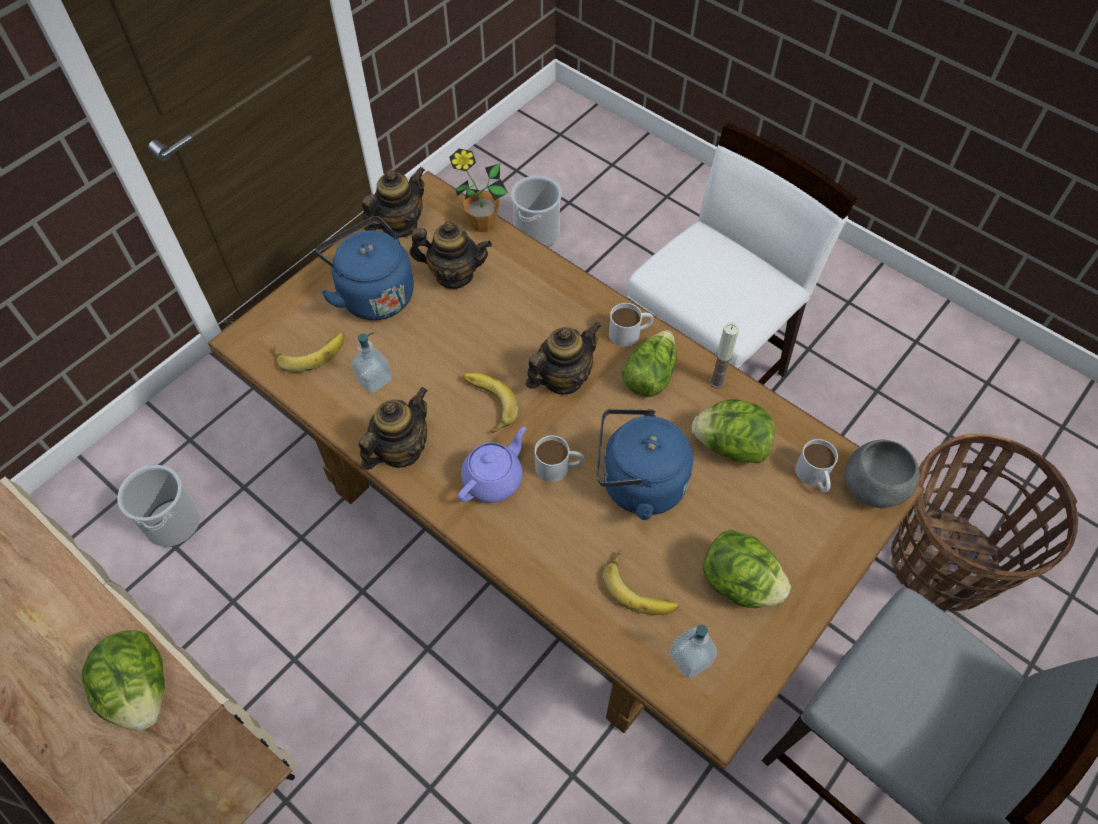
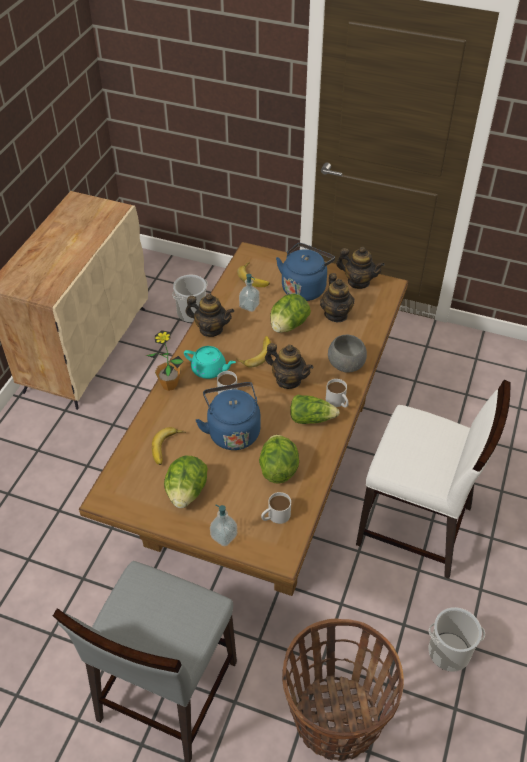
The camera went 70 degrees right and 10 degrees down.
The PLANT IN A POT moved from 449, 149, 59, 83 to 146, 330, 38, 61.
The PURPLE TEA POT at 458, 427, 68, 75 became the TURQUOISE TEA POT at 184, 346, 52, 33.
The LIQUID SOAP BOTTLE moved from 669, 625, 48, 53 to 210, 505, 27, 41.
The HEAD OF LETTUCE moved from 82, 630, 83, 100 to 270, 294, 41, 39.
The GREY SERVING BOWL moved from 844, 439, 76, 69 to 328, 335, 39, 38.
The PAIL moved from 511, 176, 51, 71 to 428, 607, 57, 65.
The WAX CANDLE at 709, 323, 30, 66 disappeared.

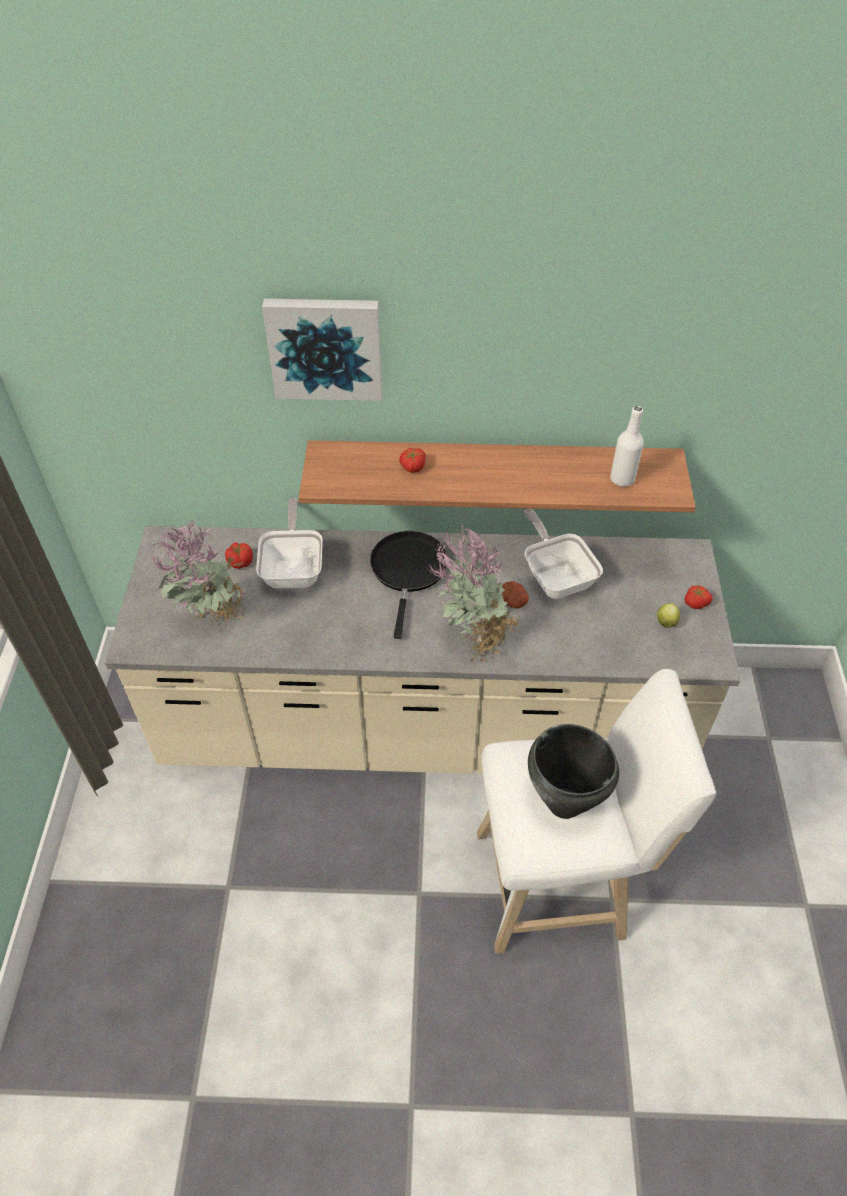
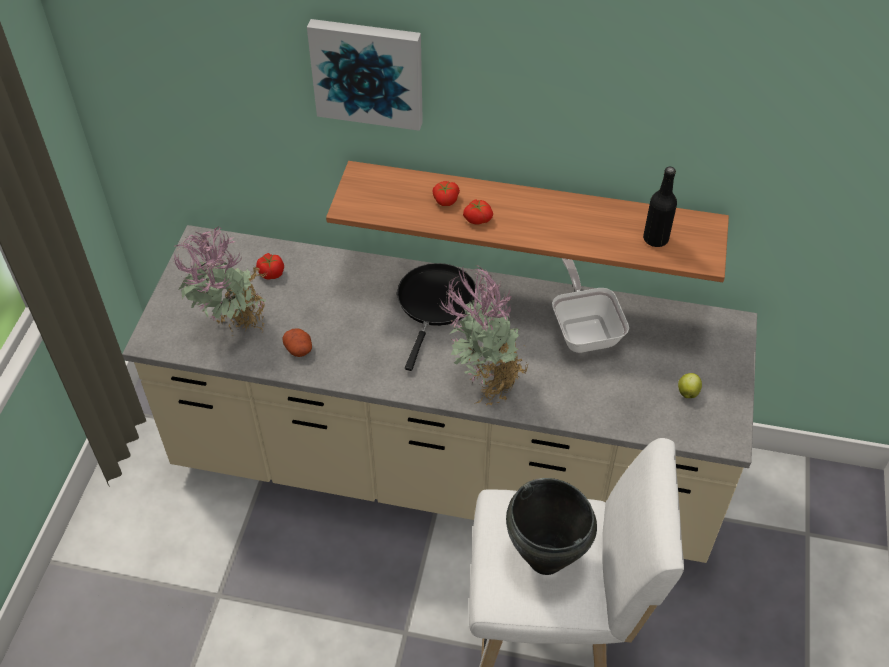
The camera went 10 degrees right and 0 degrees up.
The POTATO moved from 502, 581, 27, 27 to 282, 328, 30, 29.
The TOMATO moved from 685, 585, 27, 24 to 463, 199, 30, 26.
The WHITISH BOTTLE at 610, 406, 34, 81 became the BLACKISH BOTTLE at 643, 167, 34, 80.
The FRYING PAN at 256, 498, 67, 91 disappeared.

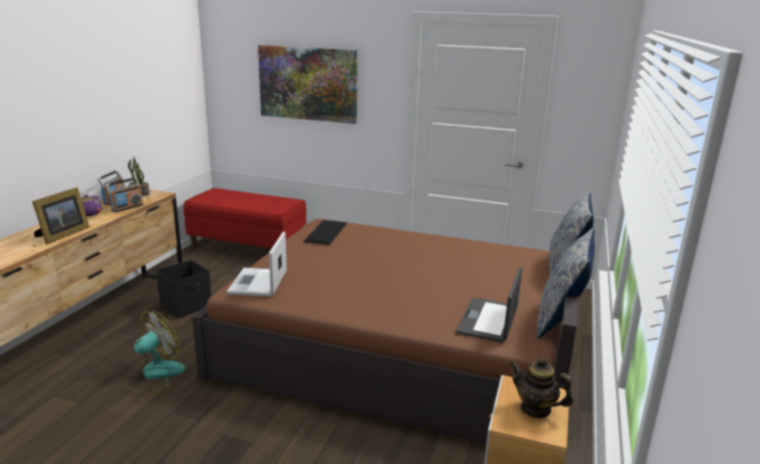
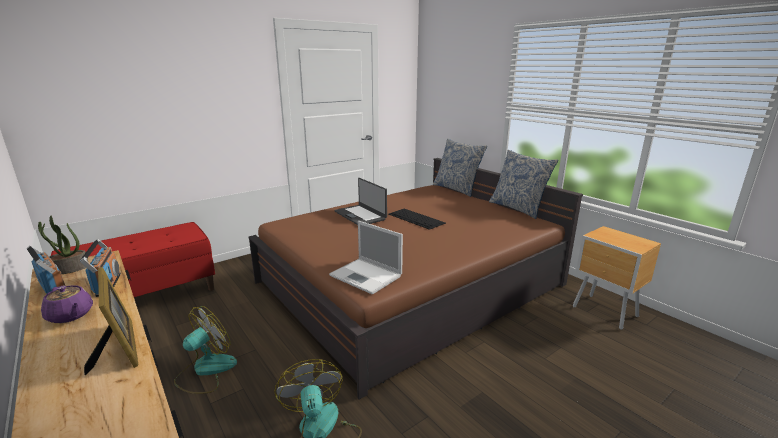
The camera went 55 degrees left and 0 degrees up.
The BLACKISH STORAGE BOX at 156, 260, 55, 59 was replaced by the ELECTRIC FAN at 174, 306, 63, 88.
The NOTEBOOK COMPUTER moved from 456, 266, 67, 77 to 334, 178, 53, 47.
The PC KEYBOARD moved from 303, 220, 44, 25 to 389, 209, 57, 21.
The PICTURE at 258, 45, 100, 79 disappeared.
The TEA POT at 510, 357, 63, 61 disappeared.

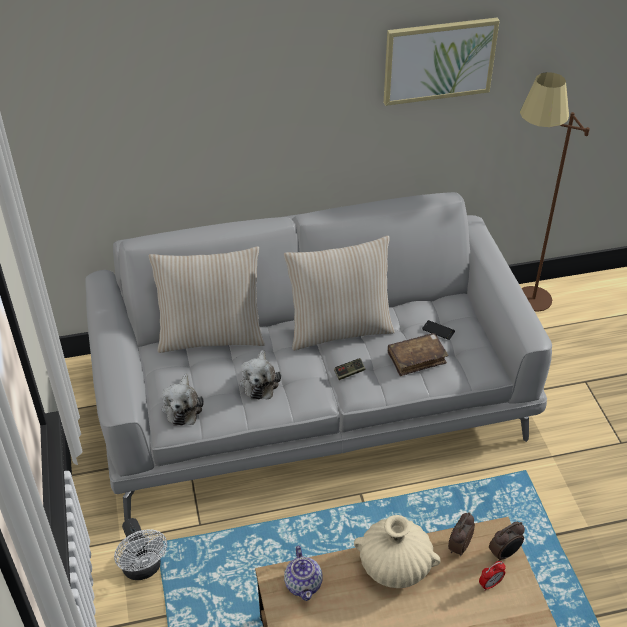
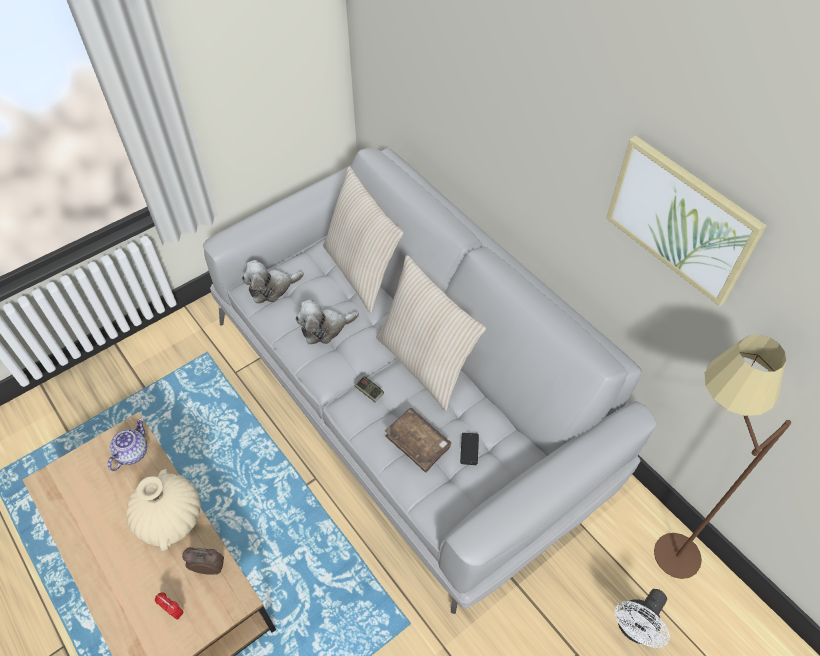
The camera went 65 degrees right and 10 degrees up.
The TEA POT at 284, 546, 38, 55 turned 150 degrees clockwise.
The WHITISH ELECTRIC FAN moved from 114, 518, 53, 62 to 614, 589, 56, 59.
The ALARM CLOCK at 489, 522, 36, 39 disappeared.

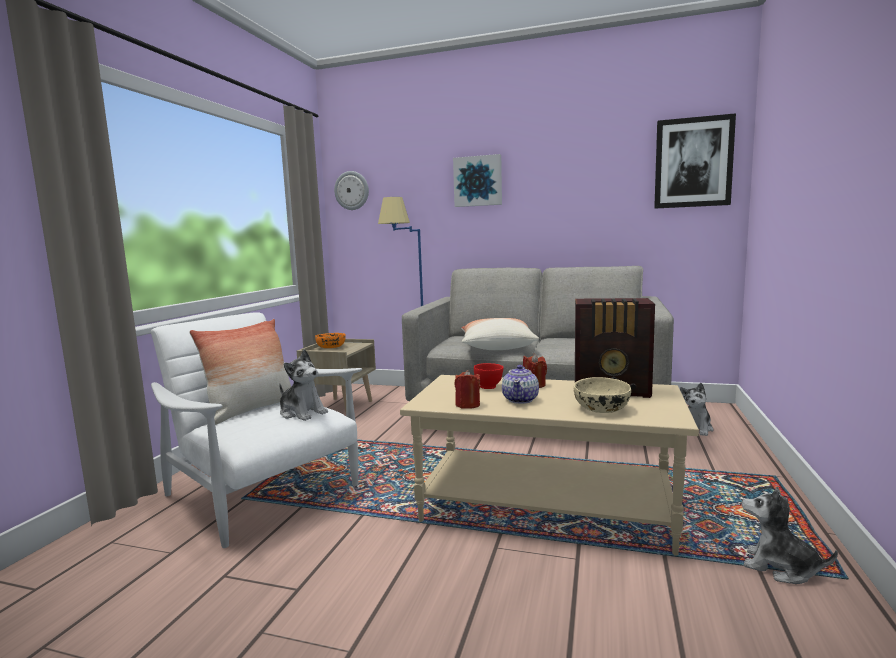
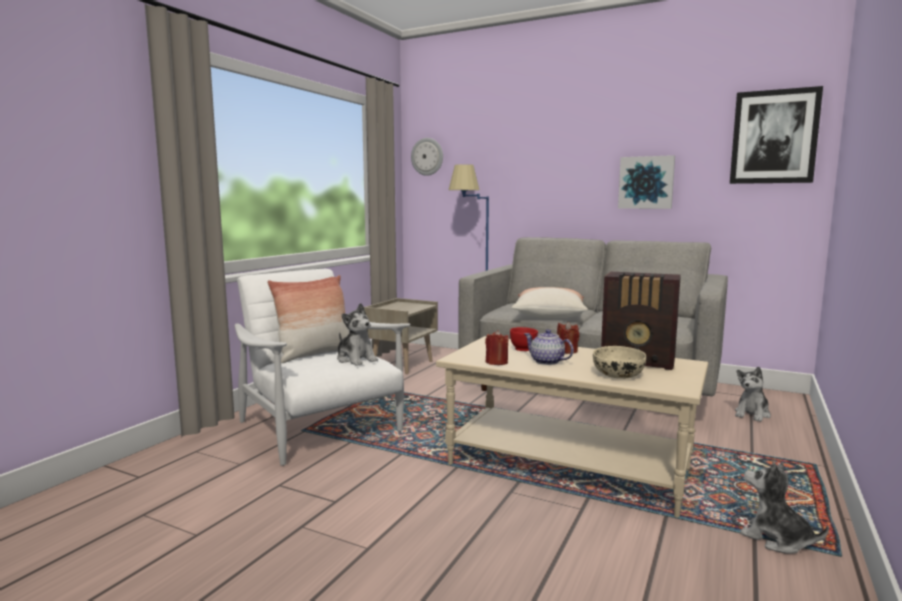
The camera went 10 degrees right and 0 degrees up.
The TEA POT at 502, 365, 37, 39 turned 105 degrees clockwise.
The PICTURE moved from 453, 154, 49, 53 to 618, 155, 57, 54.
The ORANGE-COLOURED SERVING BOWL at 315, 333, 31, 15 disappeared.

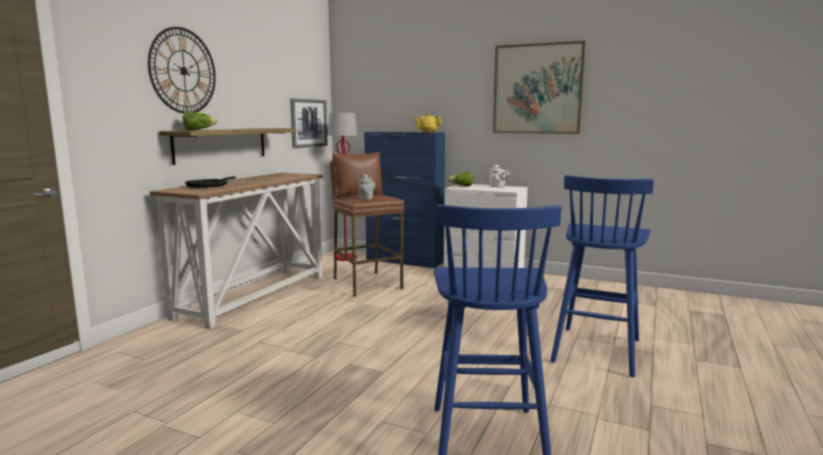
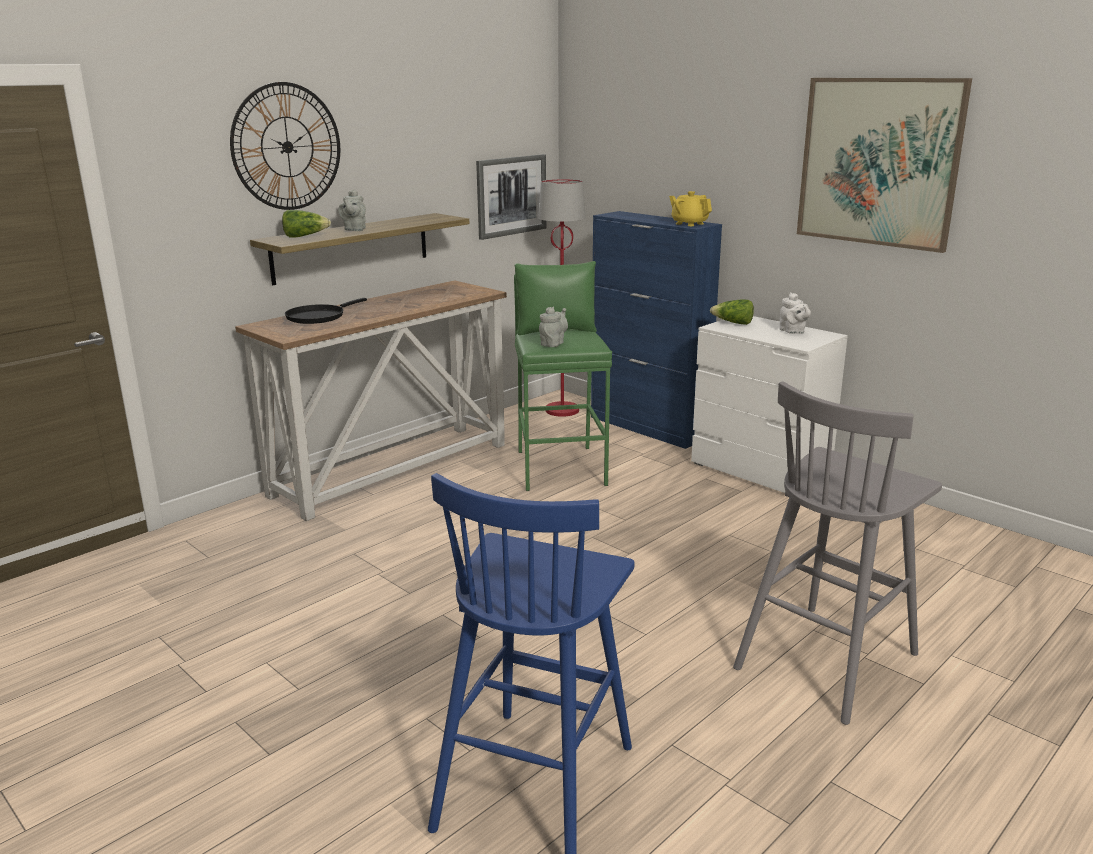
The camera went 20 degrees right and 10 degrees up.
The GREY TEA POT at 338, 189, 28, 42 appeared.
The BROWN STOOL SEAT at 330, 152, 74, 145 became the GREEN STOOL SEAT at 514, 261, 98, 230.
The BLUISH STOOL SEAT at 550, 175, 104, 202 became the GREY STOOL SEAT at 733, 381, 209, 344.

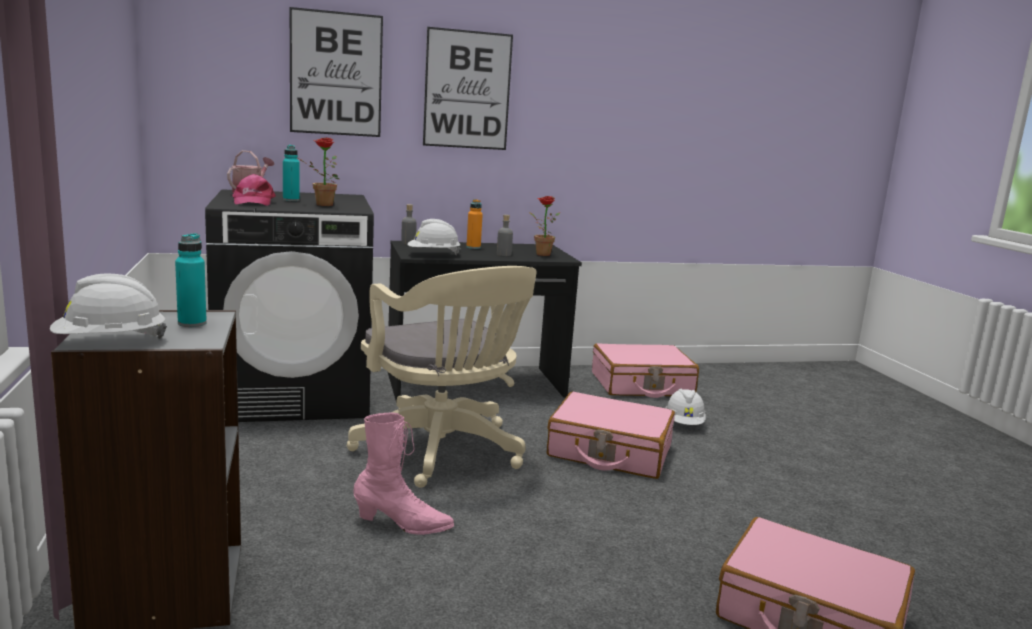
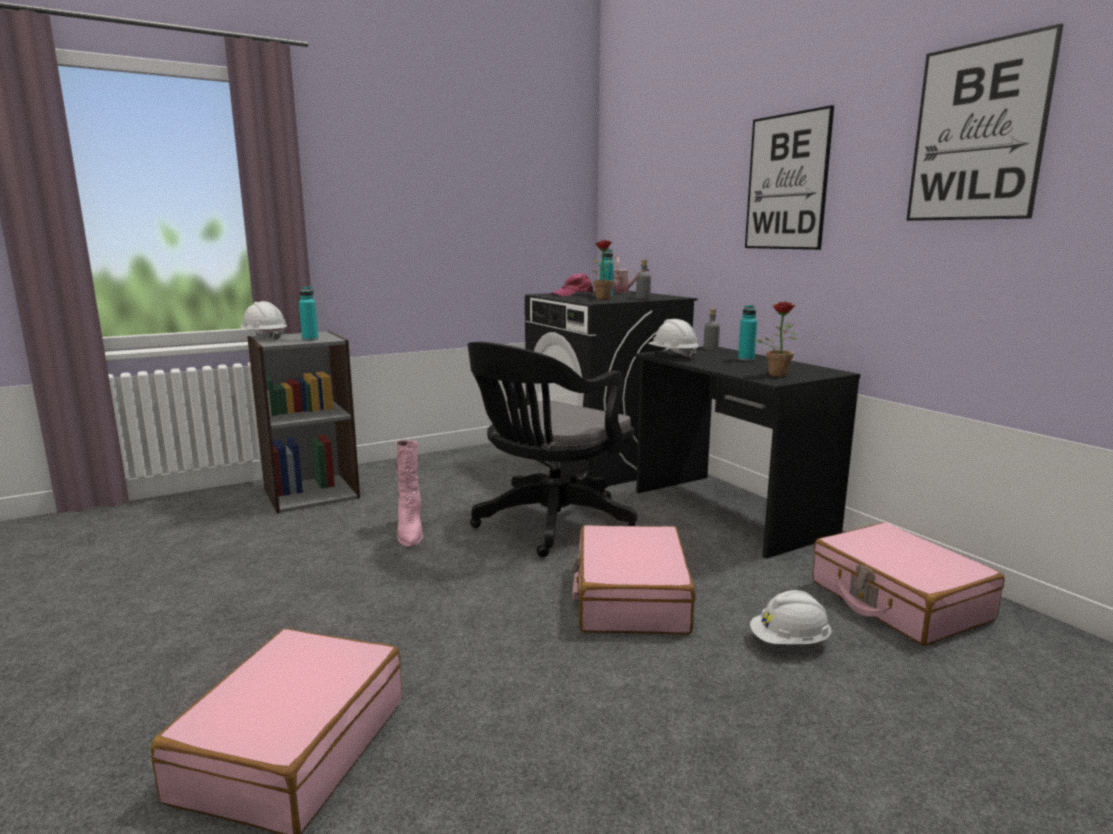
The camera went 75 degrees right and 0 degrees up.
The BEIGE-COLOURED DESK CHAIR at 347, 266, 190, 222 became the BLACKISH DESK CHAIR at 468, 342, 170, 216.
The GREY BOTTLE moved from 497, 215, 16, 41 to 636, 260, 15, 39.
The ORANGE-COLOURED BOTTLE at 466, 199, 17, 50 became the TURQUOISE BOTTLE at 738, 305, 19, 56.
The PICTURE moved from 290, 7, 93, 130 to 906, 23, 158, 198.

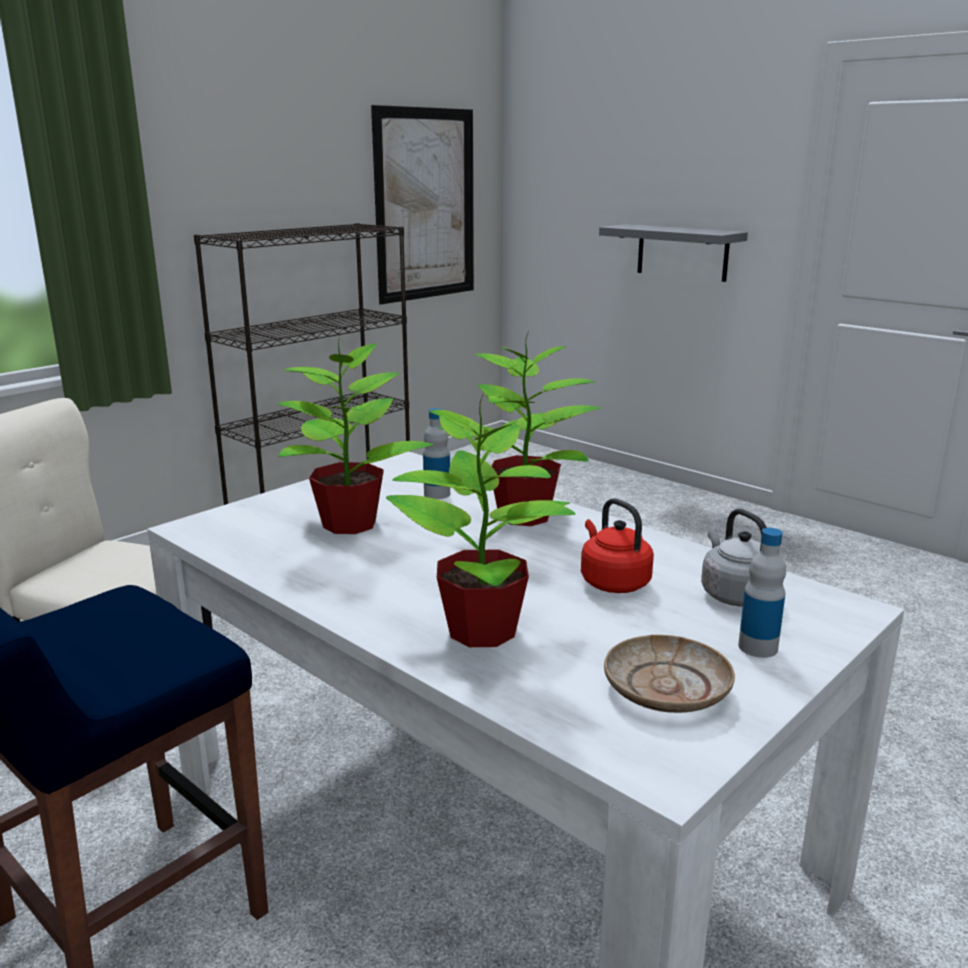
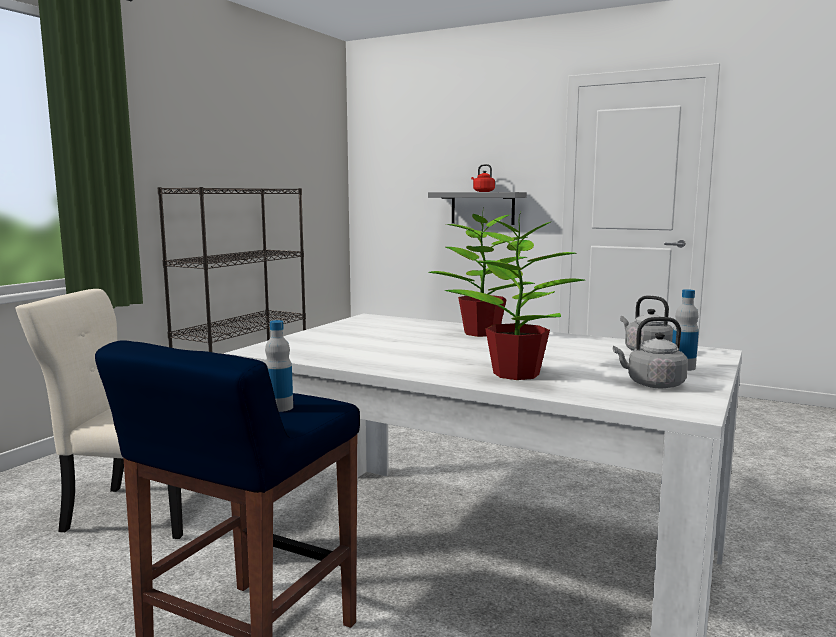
The camera went 15 degrees left and 10 degrees down.
The BOTTLE moved from 423, 408, 27, 91 to 265, 320, 28, 92.
The RED-COLOURED WATER KETTLE moved from 581, 498, 73, 95 to 471, 164, 24, 28.
The BEIGE-COLOURED DINNER PLATE at 604, 635, 131, 78 was replaced by the GREY WATER KETTLE at 613, 317, 75, 71.
The PLANT IN A POT at 277, 336, 157, 198 disappeared.
The PICTURE at 371, 105, 103, 199 disappeared.

